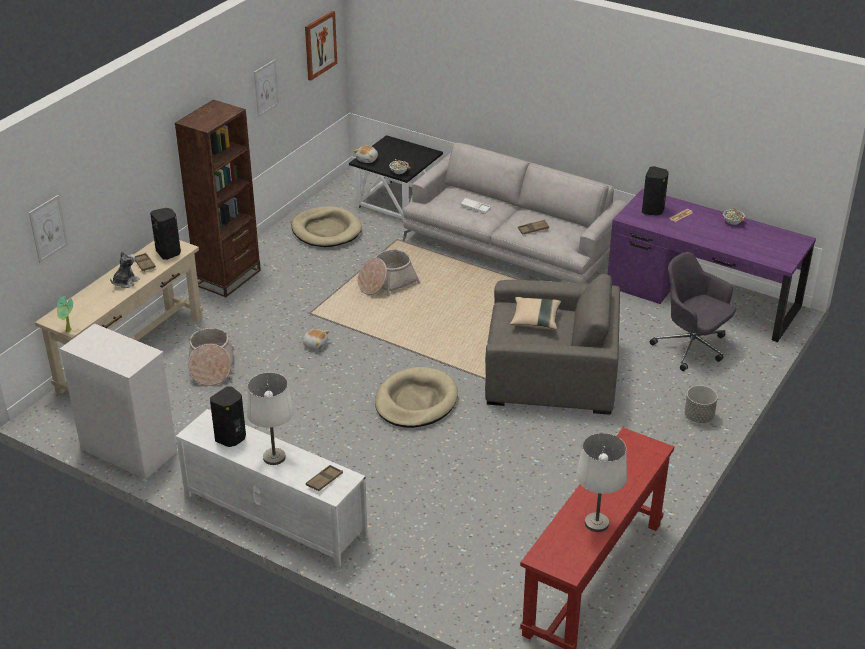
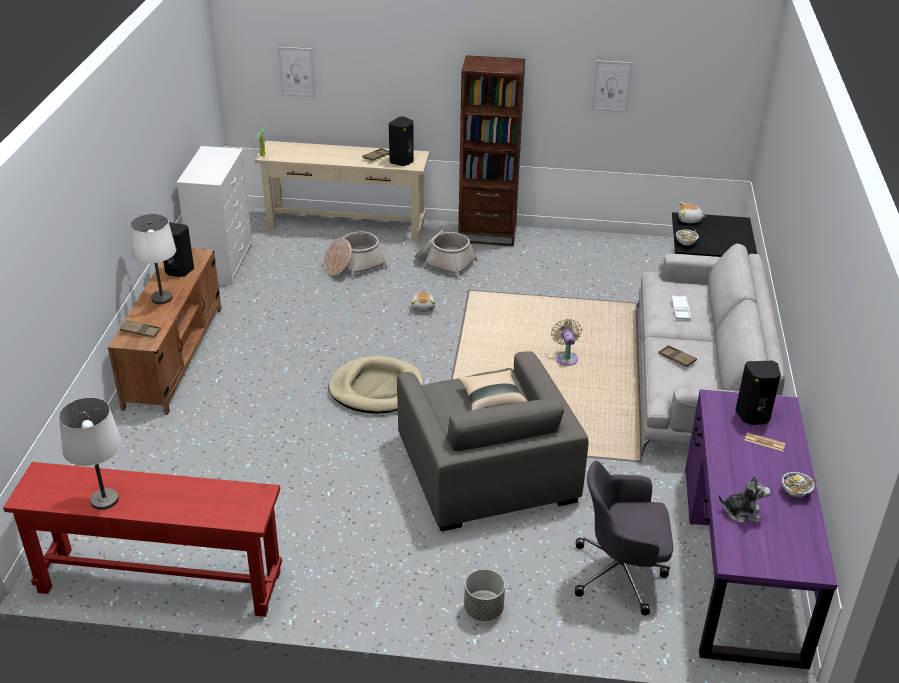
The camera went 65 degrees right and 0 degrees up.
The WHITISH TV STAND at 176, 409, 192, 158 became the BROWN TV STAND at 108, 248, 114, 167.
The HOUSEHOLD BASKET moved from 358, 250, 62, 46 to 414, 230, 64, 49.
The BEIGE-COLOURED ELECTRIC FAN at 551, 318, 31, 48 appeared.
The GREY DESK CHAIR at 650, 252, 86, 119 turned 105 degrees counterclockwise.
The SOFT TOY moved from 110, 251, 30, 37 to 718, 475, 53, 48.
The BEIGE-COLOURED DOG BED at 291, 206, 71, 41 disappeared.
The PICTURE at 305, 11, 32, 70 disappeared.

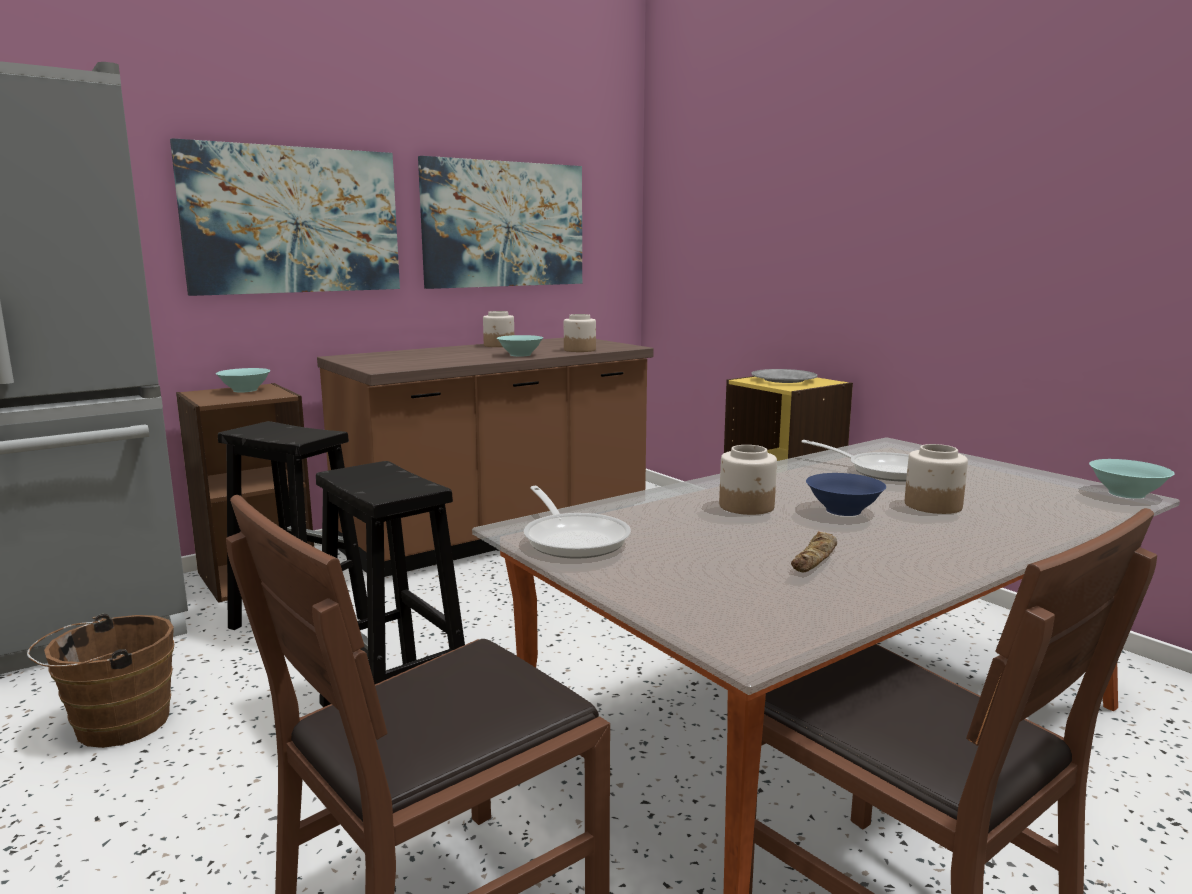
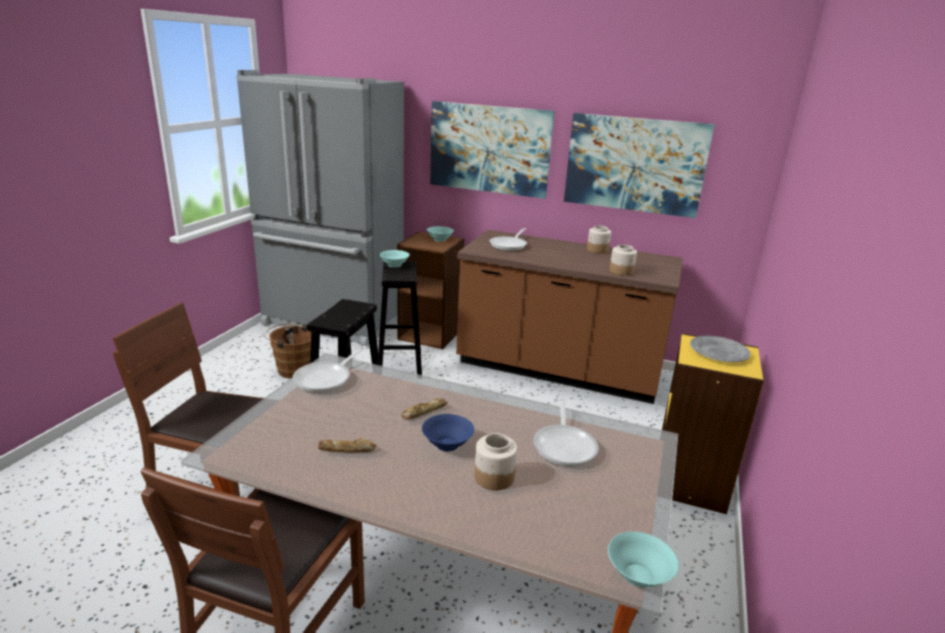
The camera went 55 degrees right and 10 degrees up.
The TURQUOISE SERVING BOWL moved from 497, 335, 46, 22 to 379, 250, 31, 17.
The STORAGE JAR at 719, 445, 58, 70 was replaced by the BREAD at 401, 398, 46, 22.
The FRYING PAN at 490, 228, 37, 23 appeared.

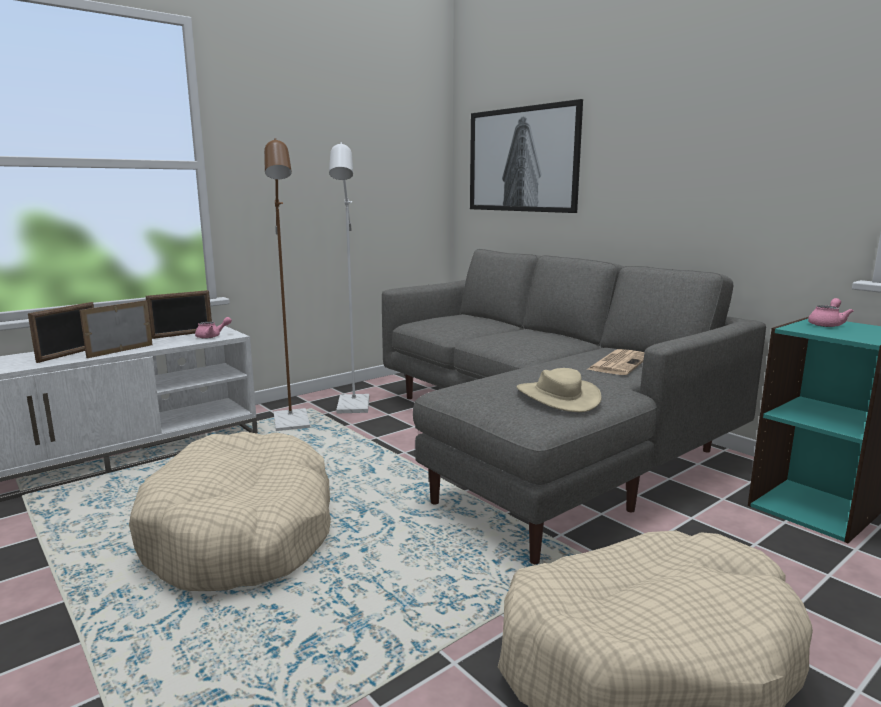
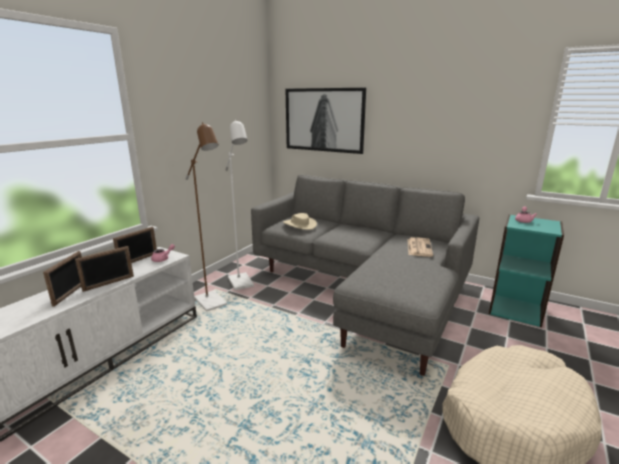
The camera went 20 degrees left and 5 degrees up.
The PHOTO FRAME at 79, 300, 74, 58 turned 150 degrees counterclockwise.
The BEIGE-COLOURED HAT moved from 517, 368, 85, 44 to 283, 213, 34, 17.
The BEIGE-COLOURED DOG BED at 129, 432, 202, 159 disappeared.

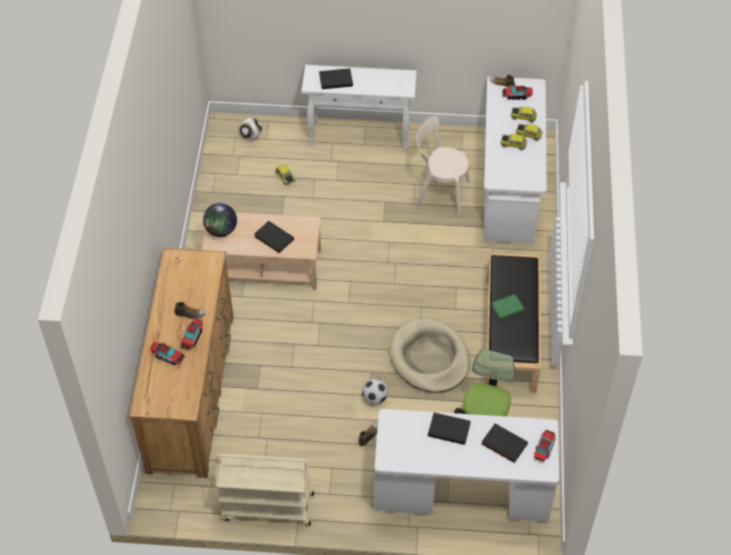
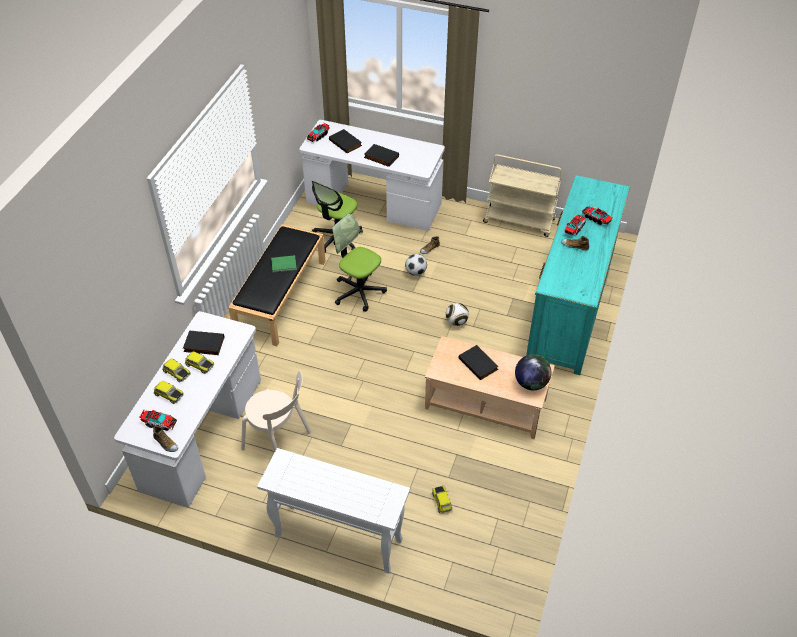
The camera went 165 degrees left and 5 degrees down.
The BLACKISH VOLUME moved from 319, 68, 34, 21 to 183, 331, 41, 24.
The BEIGE-COLOURED DOG BED at 389, 318, 81, 75 was replaced by the DESK CHAIR at 332, 214, 55, 98.
The FOOTBALL moved from 239, 118, 23, 22 to 446, 303, 23, 23.
The BROWN CHEST OF DRAWERS at 129, 248, 104, 230 became the TURQUOISE CHEST OF DRAWERS at 526, 175, 104, 200.

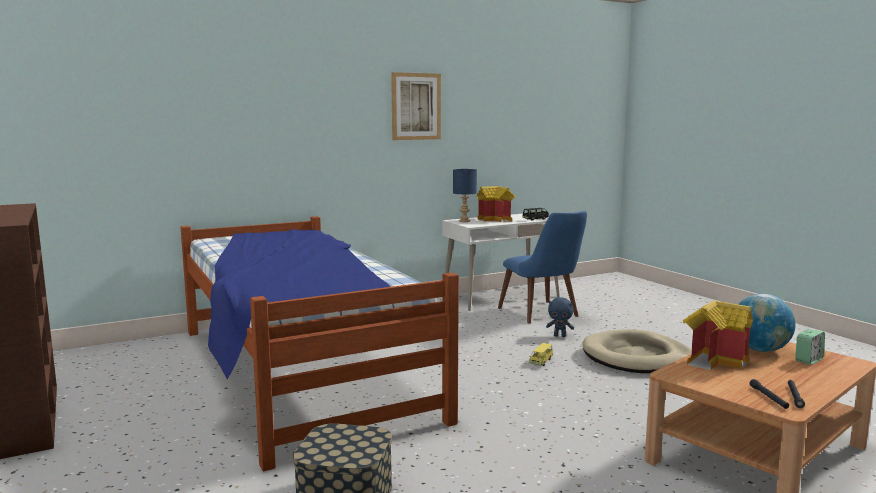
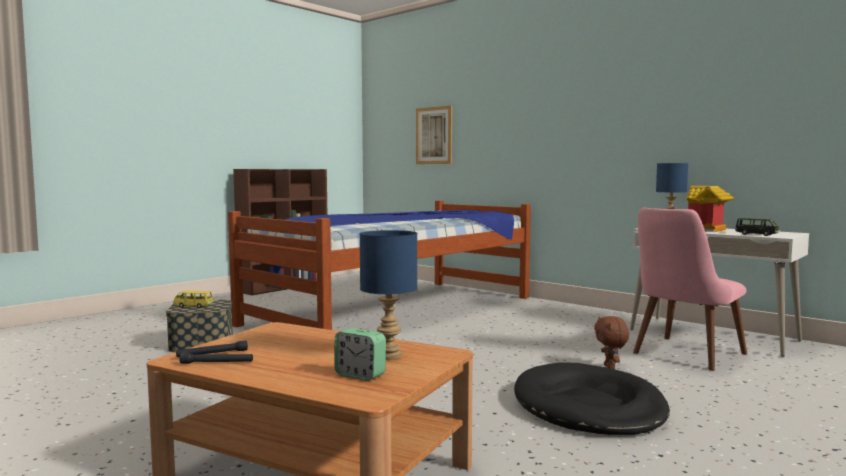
The camera went 70 degrees right and 5 degrees down.
The YELLOW-COLOURED MODEL CAR moved from 529, 343, 24, 23 to 173, 291, 41, 17.
The DESK GLOBE at 738, 294, 58, 58 was replaced by the BLUISH LAMP FOR A TABLE at 359, 230, 58, 130.
The PICTURE moved from 391, 72, 50, 68 to 416, 105, 36, 59.
The BEIGE-COLOURED DOG BED at 583, 329, 109, 44 became the BLACKISH DOG BED at 514, 362, 156, 73.
The BLUISH SOFT TOY at 546, 297, 28, 40 became the BROWN SOFT TOY at 594, 316, 35, 53.
The BLUISH CHAIR at 498, 211, 89, 113 became the PINK CHAIR at 633, 207, 114, 164.
The MINIATURE HOUSE at 683, 301, 70, 69 disappeared.

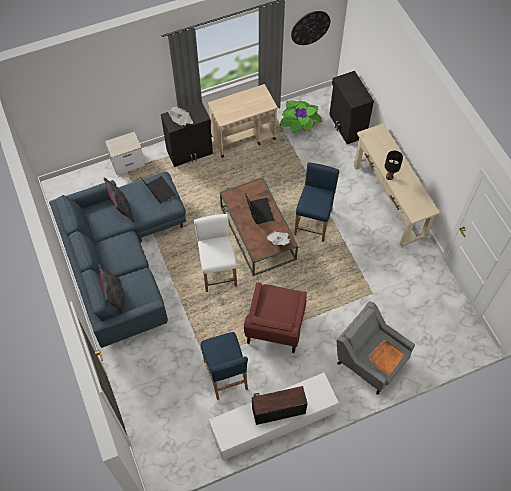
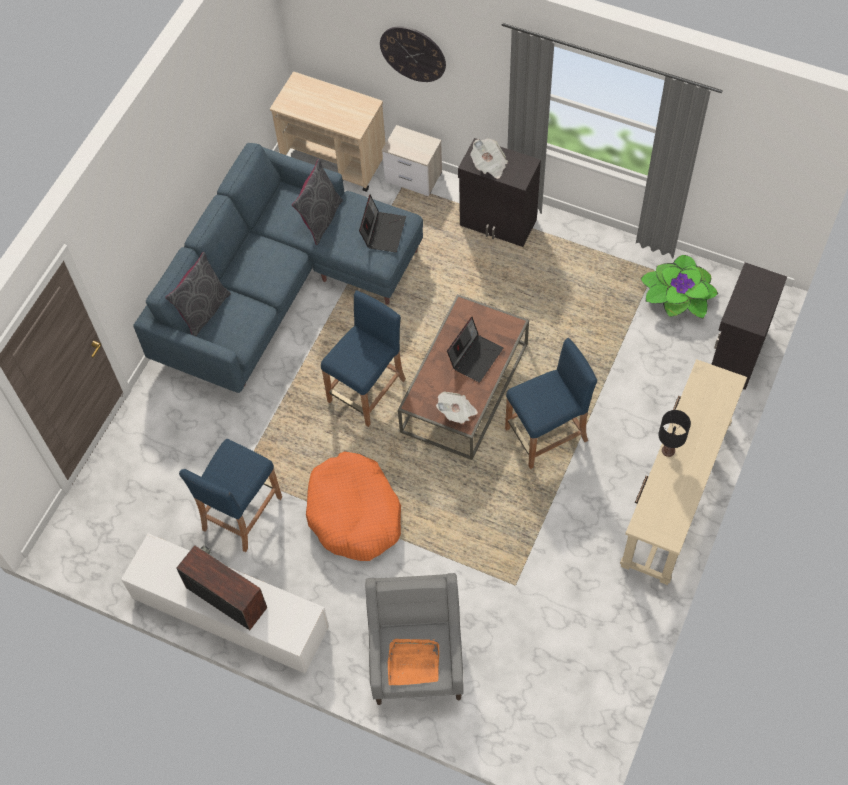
The camera went 50 degrees right and 0 degrees up.
The BEIGE-COLOURED TROLLEY moved from 208, 84, 70, 74 to 270, 72, 116, 120.
The RED-COLOURED ARMCHAIR at 244, 283, 63, 70 was replaced by the ORANGE-COLOURED DOG BED at 306, 452, 95, 109.
The WHITISH STOOL SEAT at 194, 214, 43, 78 became the BLUISH STOOL SEAT at 321, 290, 85, 137.
The WALL CLOCK moved from 291, 11, 39, 34 to 380, 26, 66, 56.

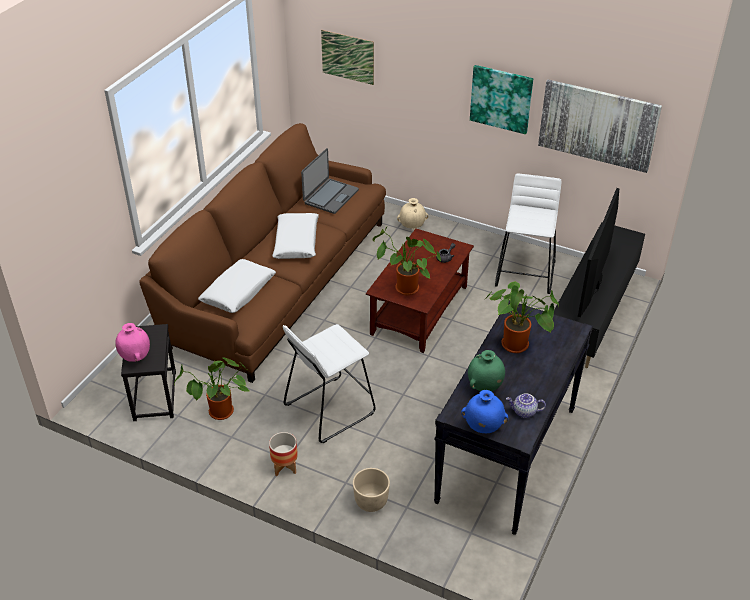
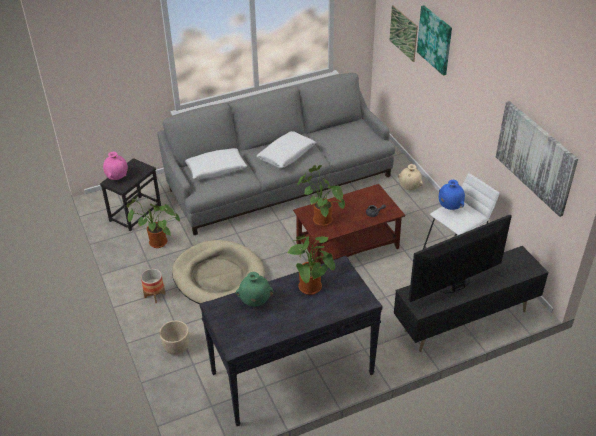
The camera went 40 degrees right and 0 degrees up.
The BROWN COUCH at 139, 123, 247, 260 became the GREY COUCH at 157, 73, 238, 162.
The WHITISH STOOL SEAT at 283, 324, 93, 119 was replaced by the BEIGE-COLOURED DOG BED at 172, 240, 93, 64.
The PICTURE moved from 470, 65, 63, 69 to 417, 6, 35, 70.
The BLUISH FLOWER VASE moved from 461, 390, 47, 43 to 439, 180, 26, 30.
The NOTEBOOK COMPUTER at 301, 148, 58, 66 disappeared.
The TEA POT at 506, 393, 40, 25 disappeared.

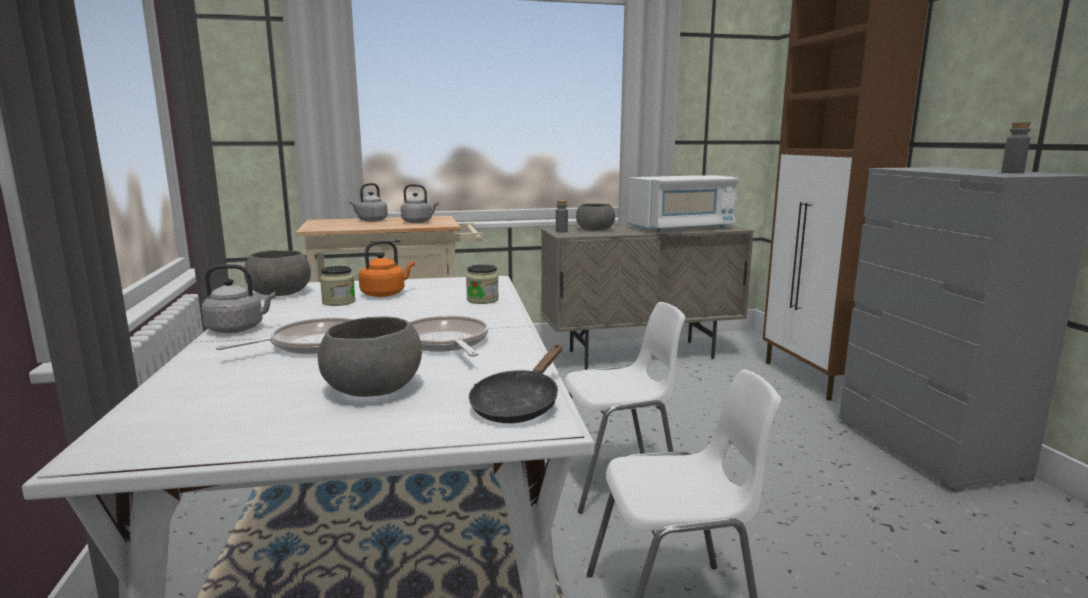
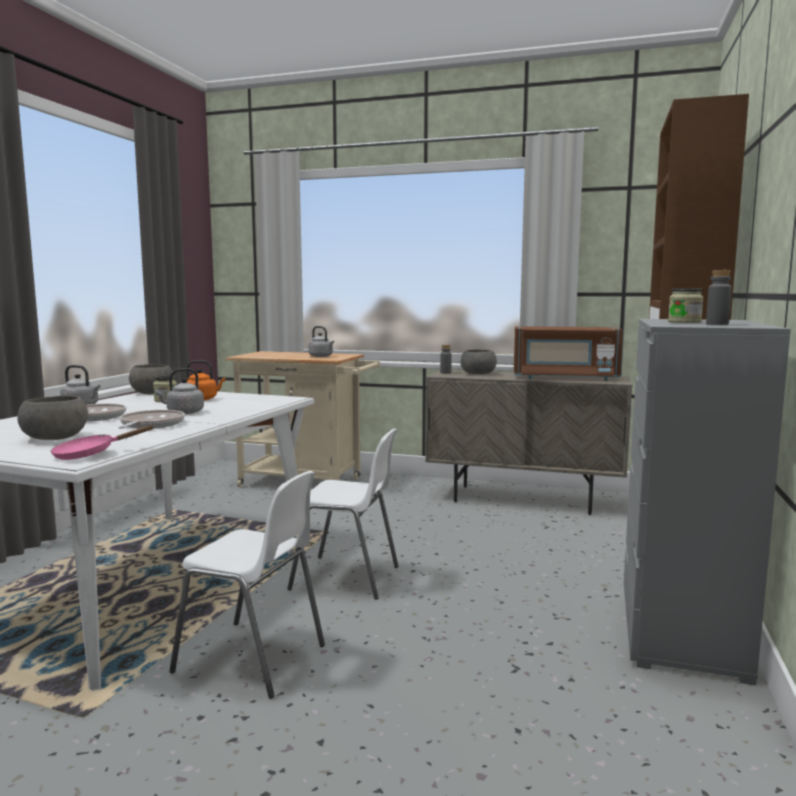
The camera went 30 degrees right and 5 degrees down.
The BLACKISH FRYING PAN at 469, 344, 93, 79 became the PINK FRYING PAN at 51, 425, 103, 35.
The GREY WATER KETTLE moved from 350, 183, 38, 39 to 155, 368, 49, 46.
The WHITISH KITCHEN MICROWAVE at 627, 175, 111, 57 became the BROWN KITCHEN MICROWAVE at 514, 326, 108, 55.
The STORAGE JAR moved from 466, 264, 33, 40 to 668, 289, 36, 34.

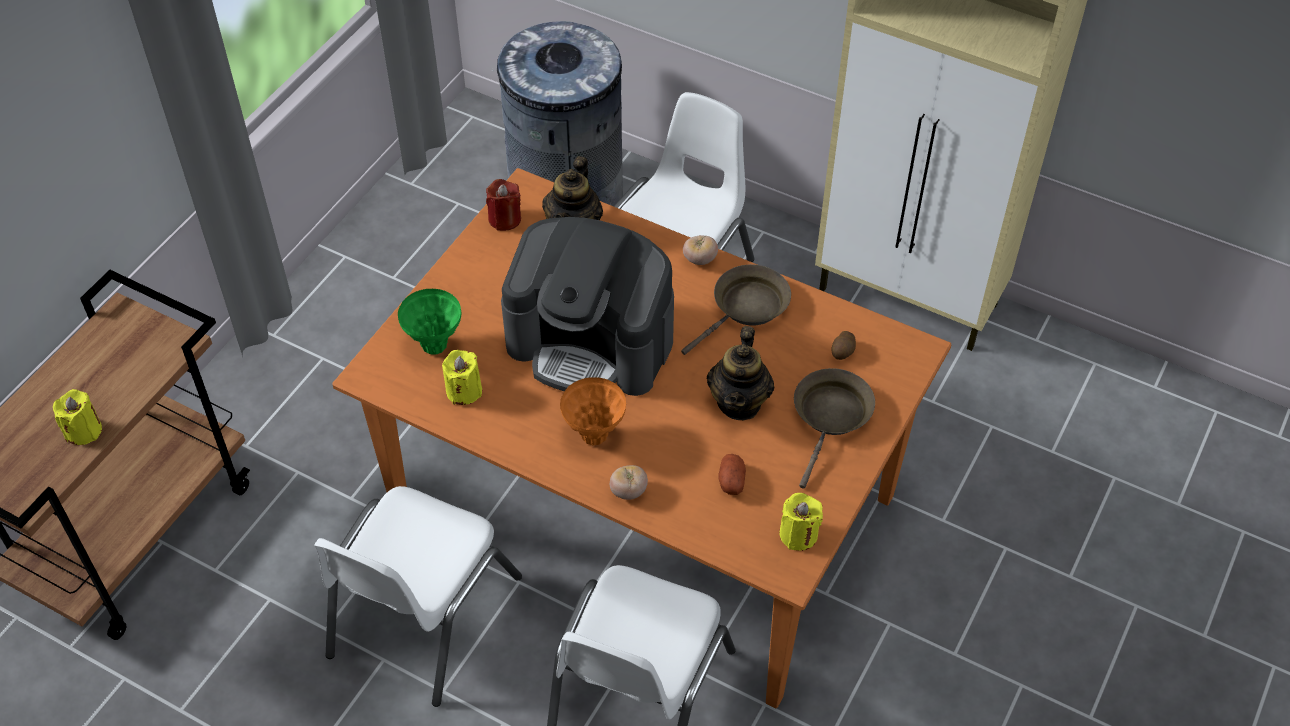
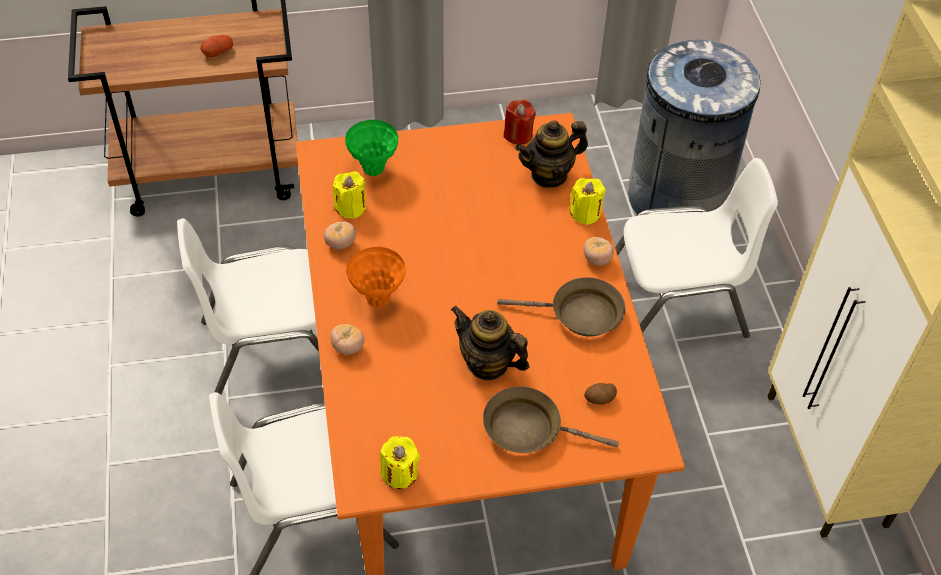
The camera went 50 degrees right and 0 degrees up.
The POTATO moved from 718, 454, 28, 41 to 200, 35, 33, 22.
The TOMATO at 324, 221, 32, 28 appeared.
The TEA POT at 707, 326, 67, 94 turned 60 degrees clockwise.
The BROWN FRYING PAN at 794, 368, 81, 121 turned 150 degrees counterclockwise.
The YELLOW-COLOURED WAX CANDLE moved from 53, 389, 49, 56 to 569, 178, 37, 47.
The COFFEE BREWER at 501, 217, 173, 179 disappeared.

